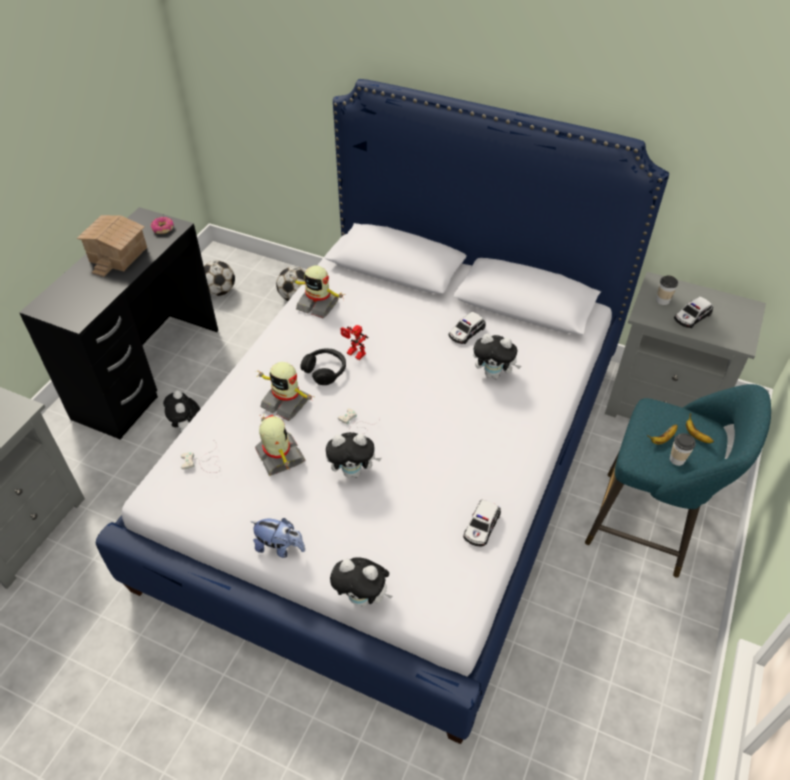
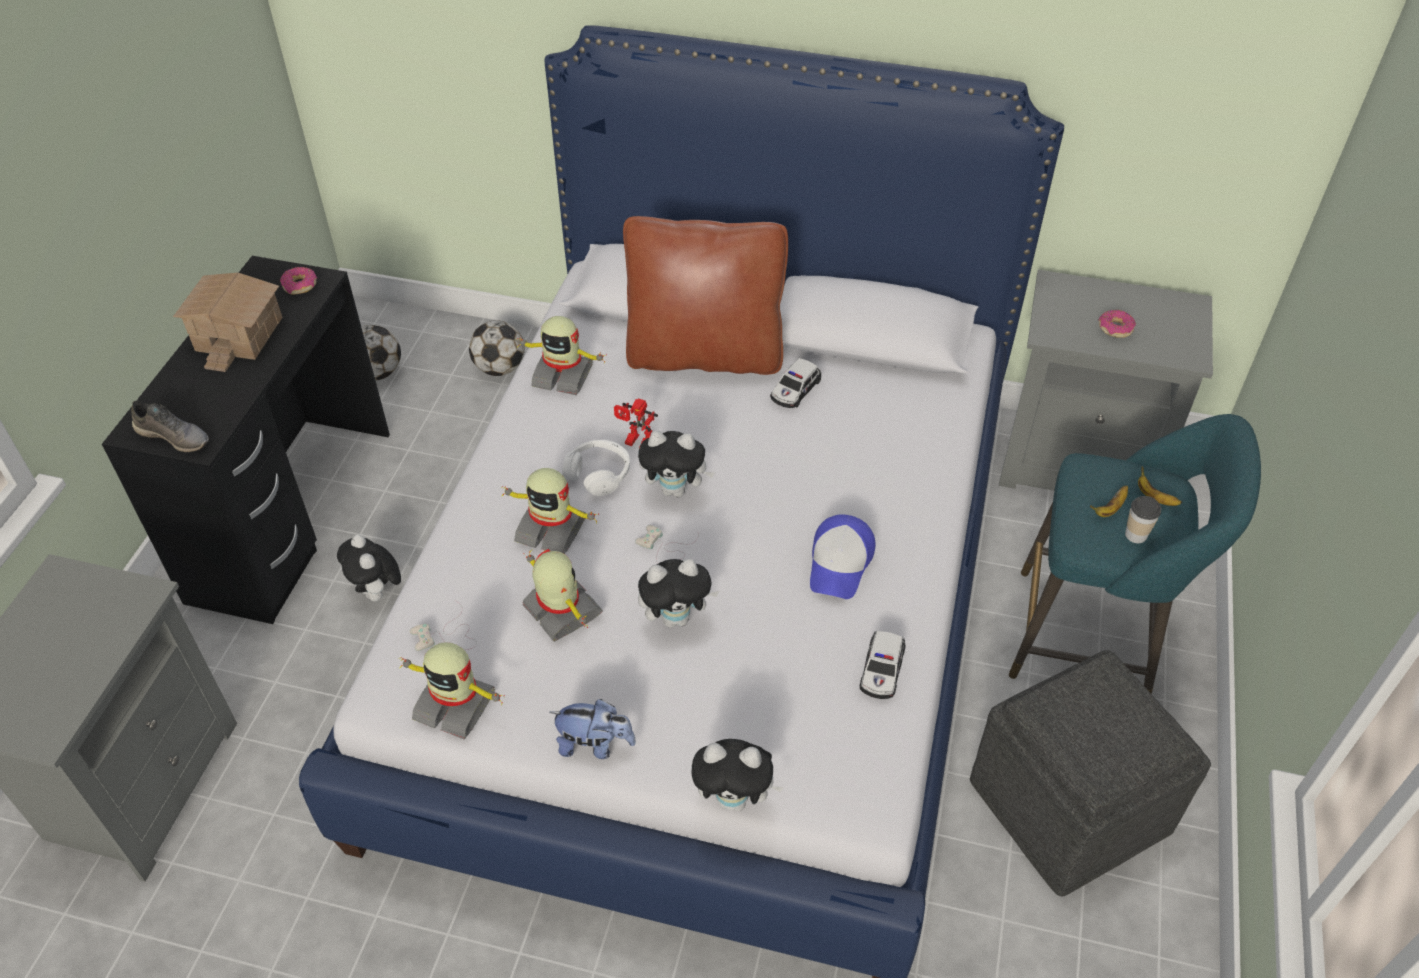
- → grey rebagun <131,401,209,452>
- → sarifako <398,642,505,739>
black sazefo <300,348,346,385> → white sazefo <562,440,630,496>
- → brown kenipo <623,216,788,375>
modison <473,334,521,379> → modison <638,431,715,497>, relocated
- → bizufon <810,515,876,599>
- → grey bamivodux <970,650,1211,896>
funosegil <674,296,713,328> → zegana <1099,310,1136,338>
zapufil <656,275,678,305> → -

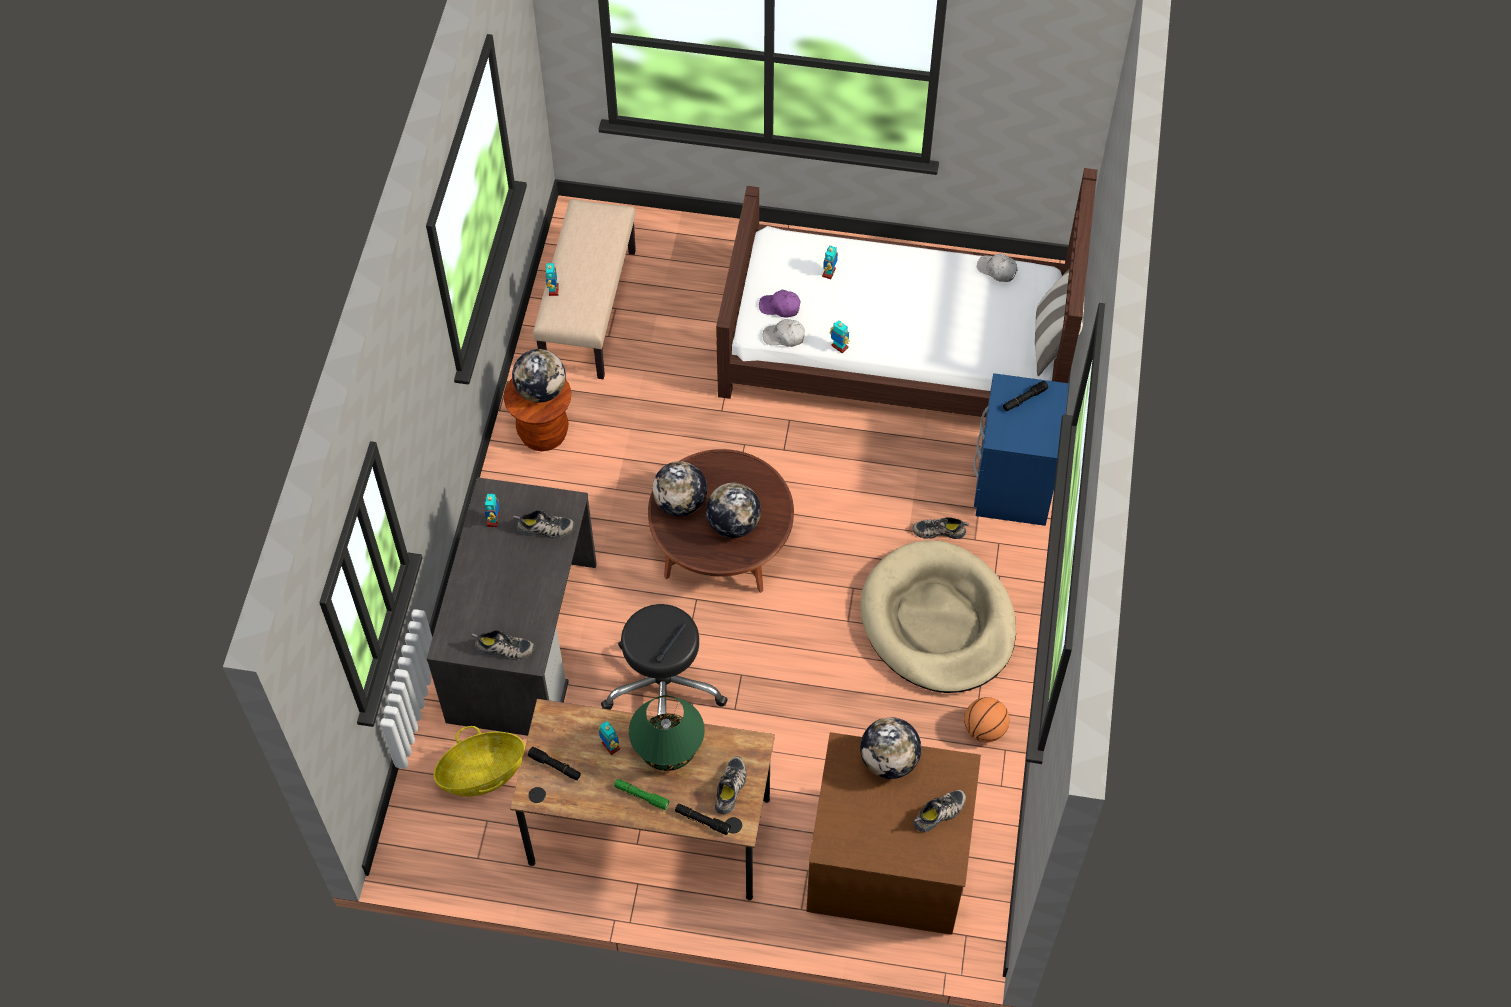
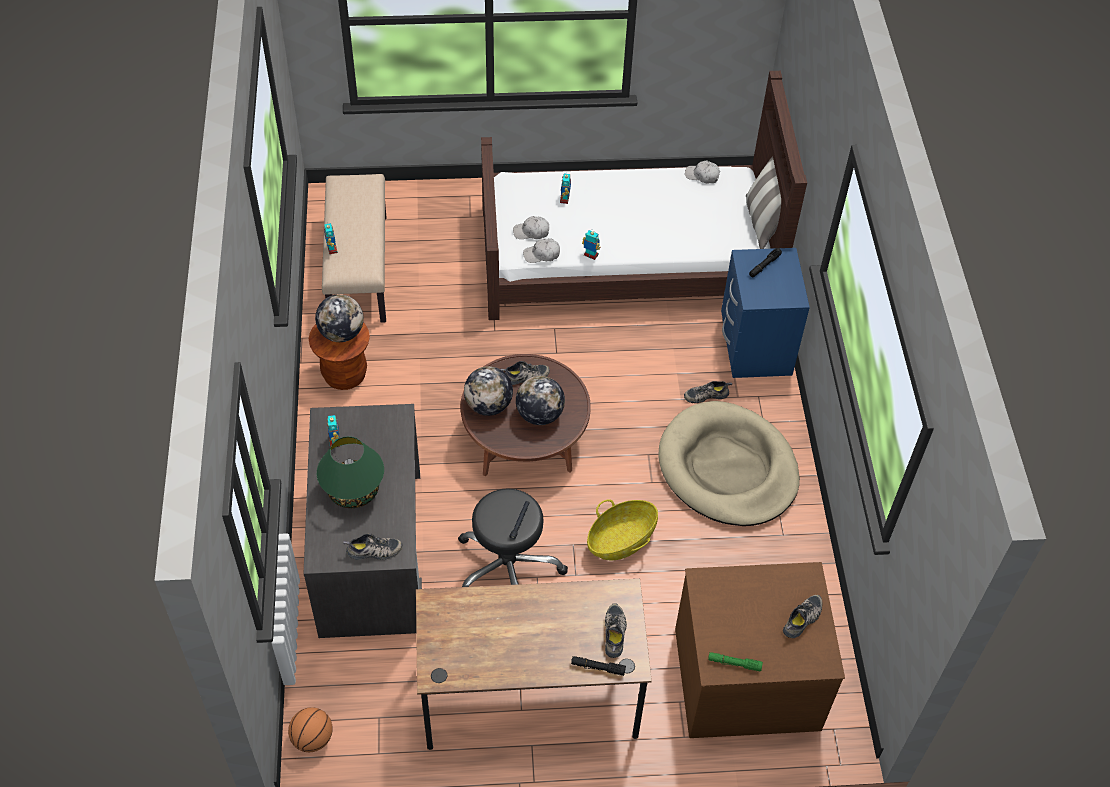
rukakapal <964,697,1009,742> → rukakapal <288,707,333,752>, relocated
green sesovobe <629,695,705,771> → green sesovobe <317,436,384,508>, relocated
rebagun <513,510,575,538> → rebagun <500,361,550,385>, relocated
purple bizufon <759,290,800,318> → white bizufon <513,216,549,239>
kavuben <434,726,525,797> → kavuben <587,499,658,560>, relocated
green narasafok <614,779,669,810> → green narasafok <708,652,763,671>, relocated
black narasafok <528,747,581,780> → -
sarifako <598,721,620,755> → -
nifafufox <860,717,921,779> → -

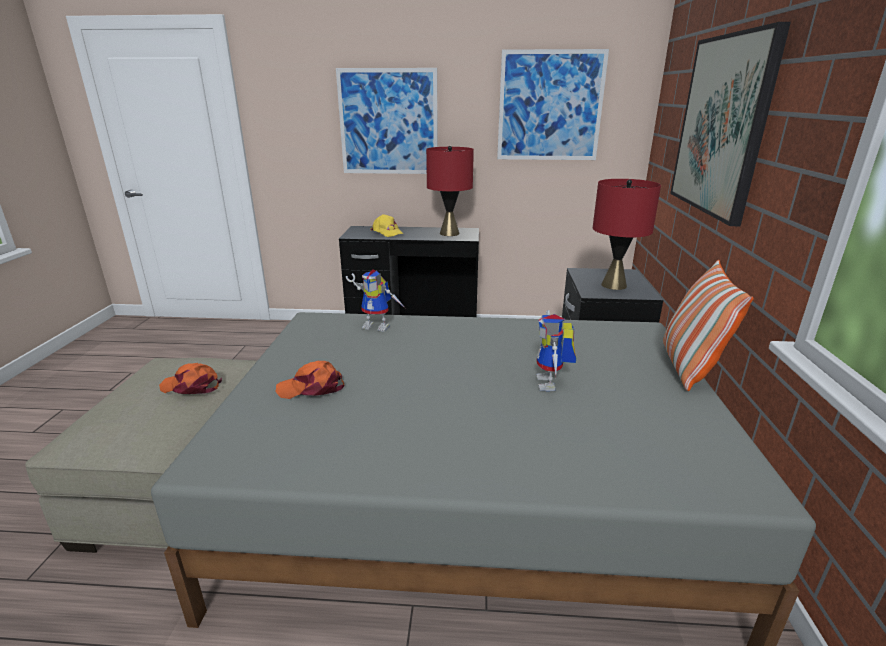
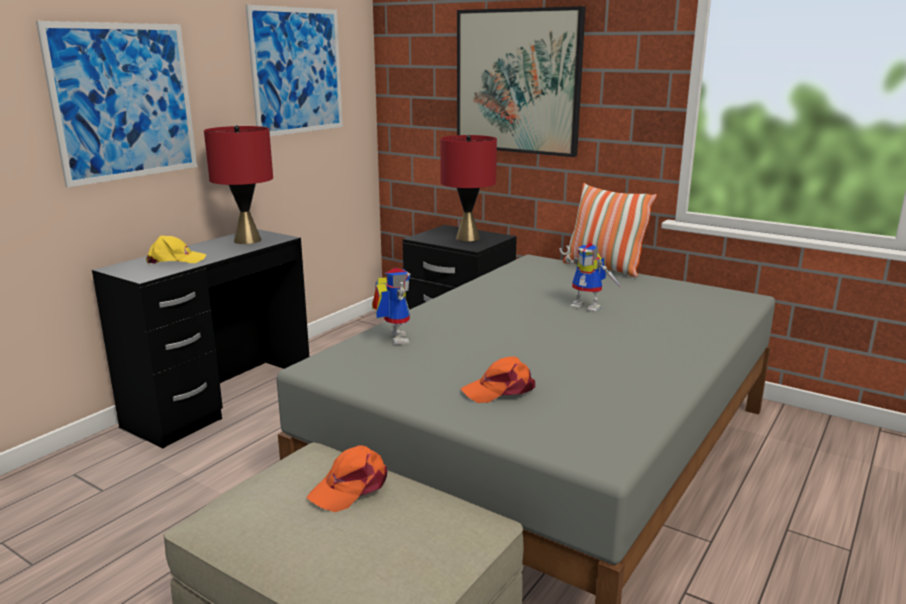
sarifako <346,269,406,332> → sarifako <372,268,411,345>, 60 degrees counterclockwise
orange bizufon <275,361,345,399> → orange bizufon <461,356,535,403>, 45 degrees clockwise

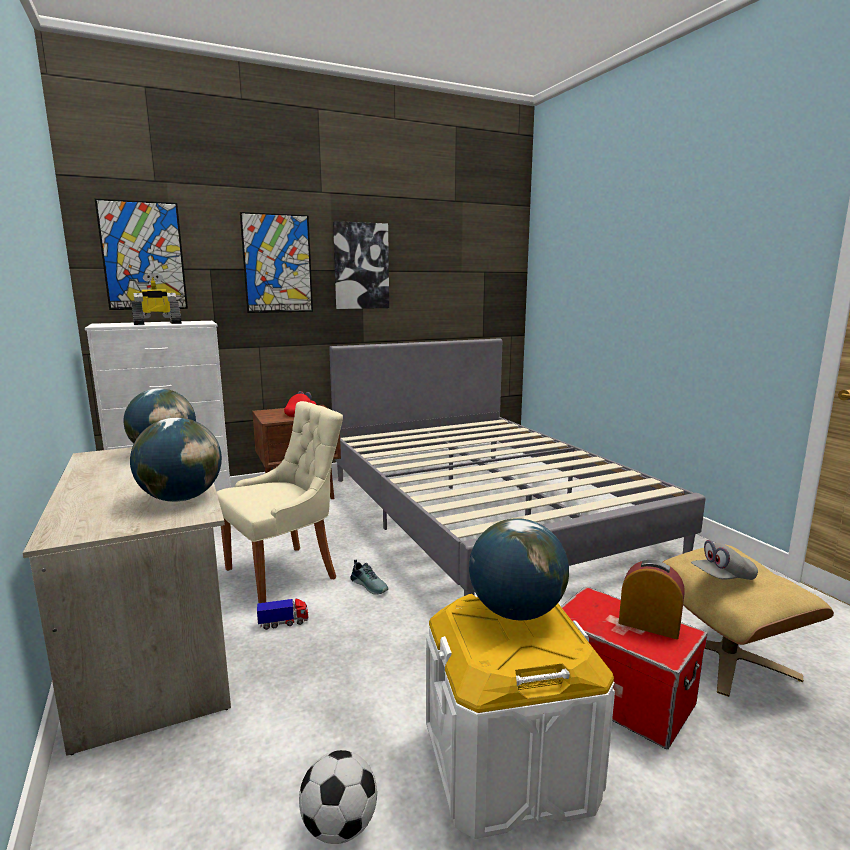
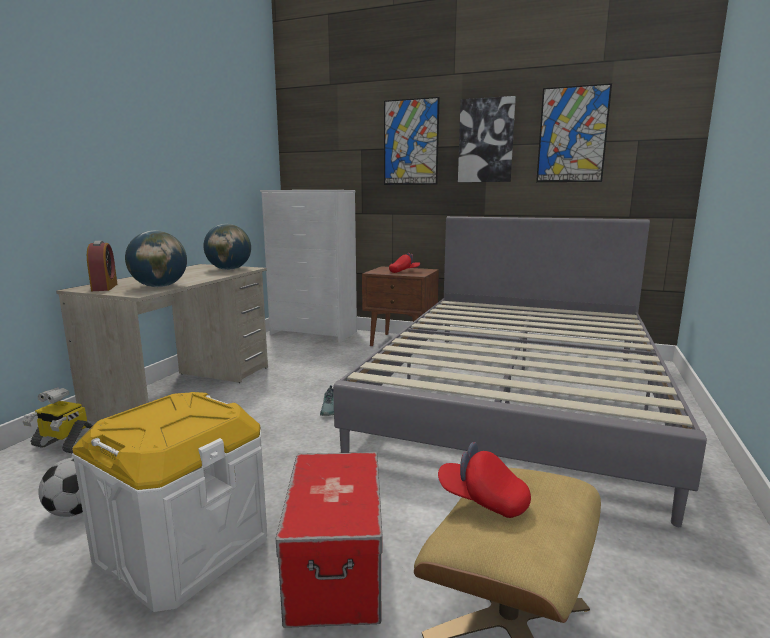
sarifako <131,273,182,325> → sarifako <22,387,93,454>, relocated
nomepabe <619,560,685,639> → nomepabe <87,241,117,291>, relocated
grey bizufon <691,540,758,580> → red bizufon <438,442,531,518>
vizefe <94,198,188,310> → vizefe <536,83,612,182>, relocated
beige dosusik <217,401,343,603> → -
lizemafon <257,598,308,630> → -
nifafufox <469,518,569,620> → -

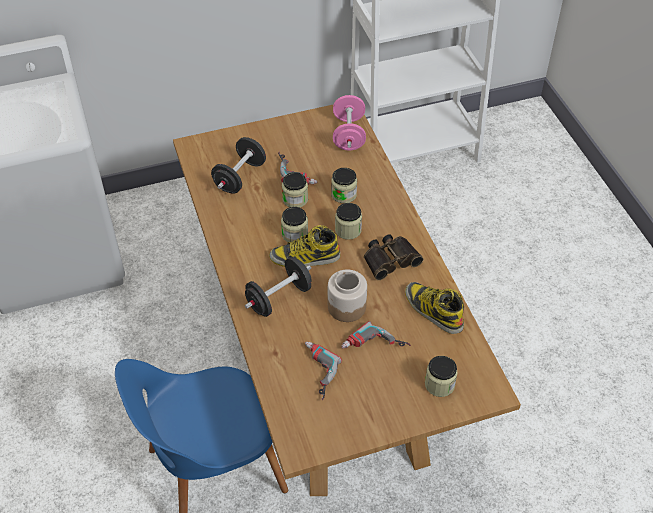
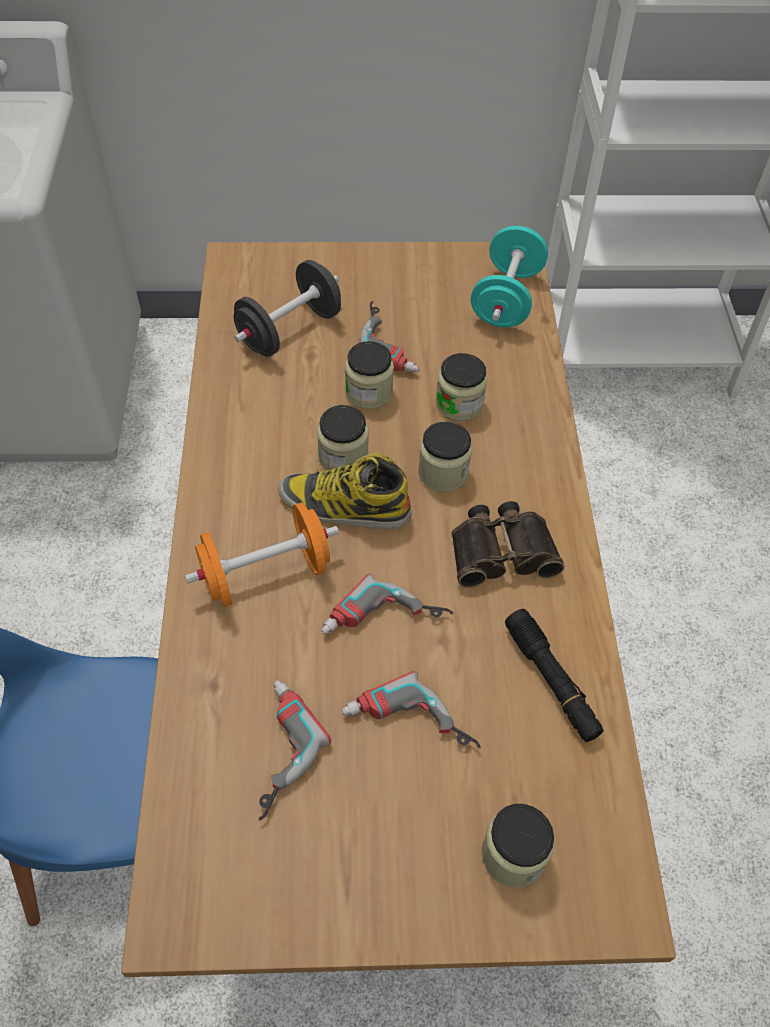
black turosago <245,257,312,317> → orange turosago <185,503,339,607>
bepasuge <328,269,367,322> → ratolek <321,574,454,635>
pink turosago <333,95,366,150> → turquoise turosago <471,226,548,327>
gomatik <405,282,464,334> → black narasafok <505,609,604,742>

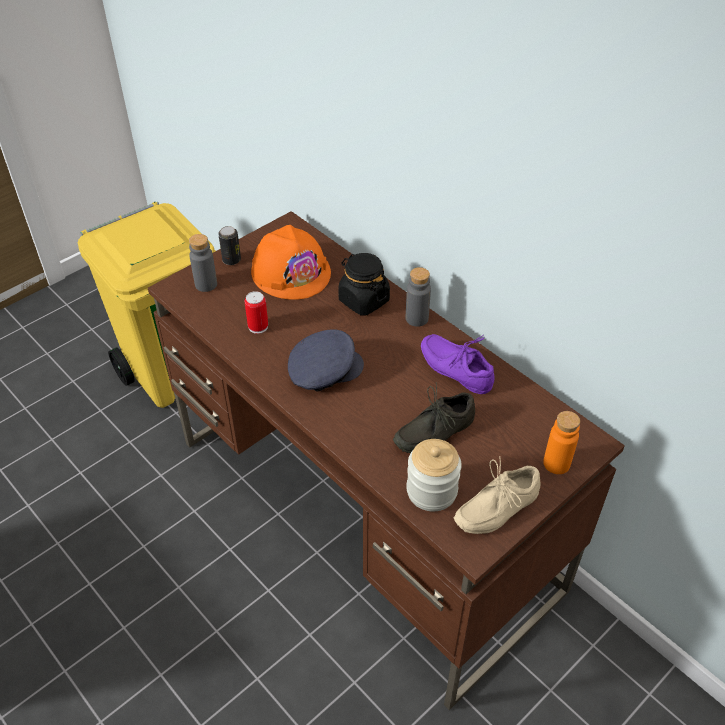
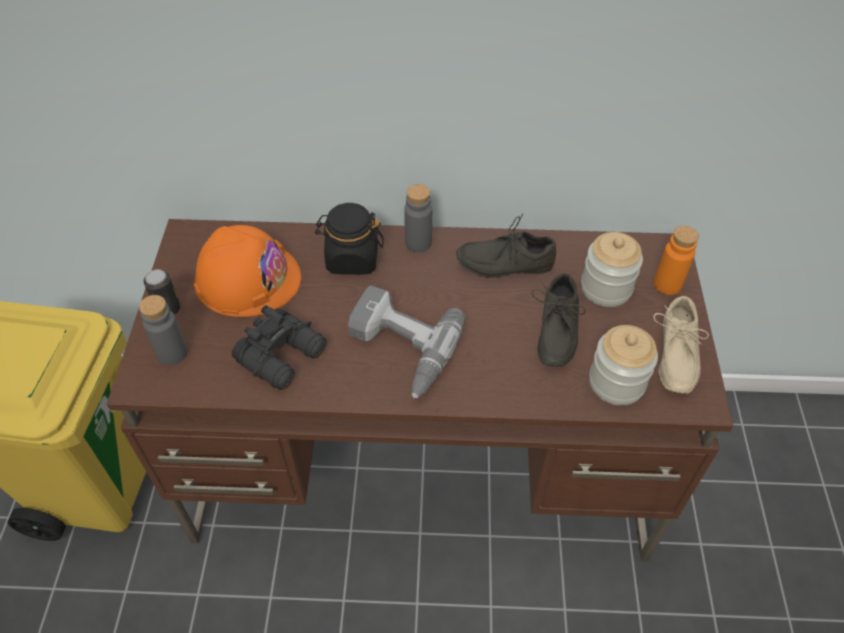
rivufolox <245,291,268,334> → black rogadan <232,305,327,390>
grey bizufon <288,329,364,392> → ratolek <348,286,466,399>
purple rebagun <421,334,495,394> → grey rebagun <456,213,556,278>
- → bepasuge <581,232,643,307>

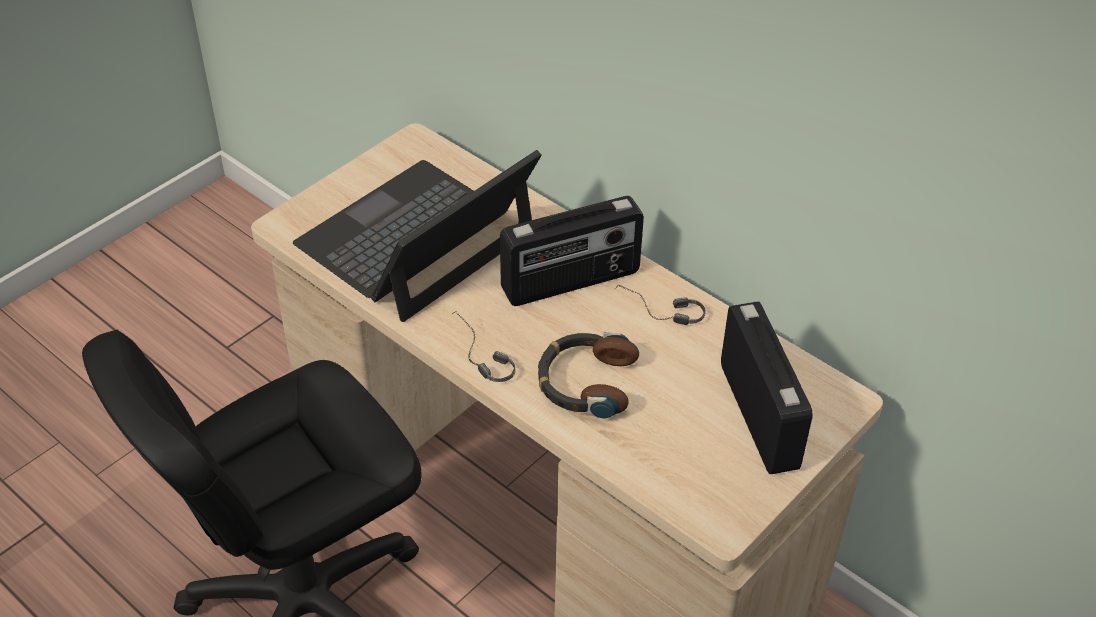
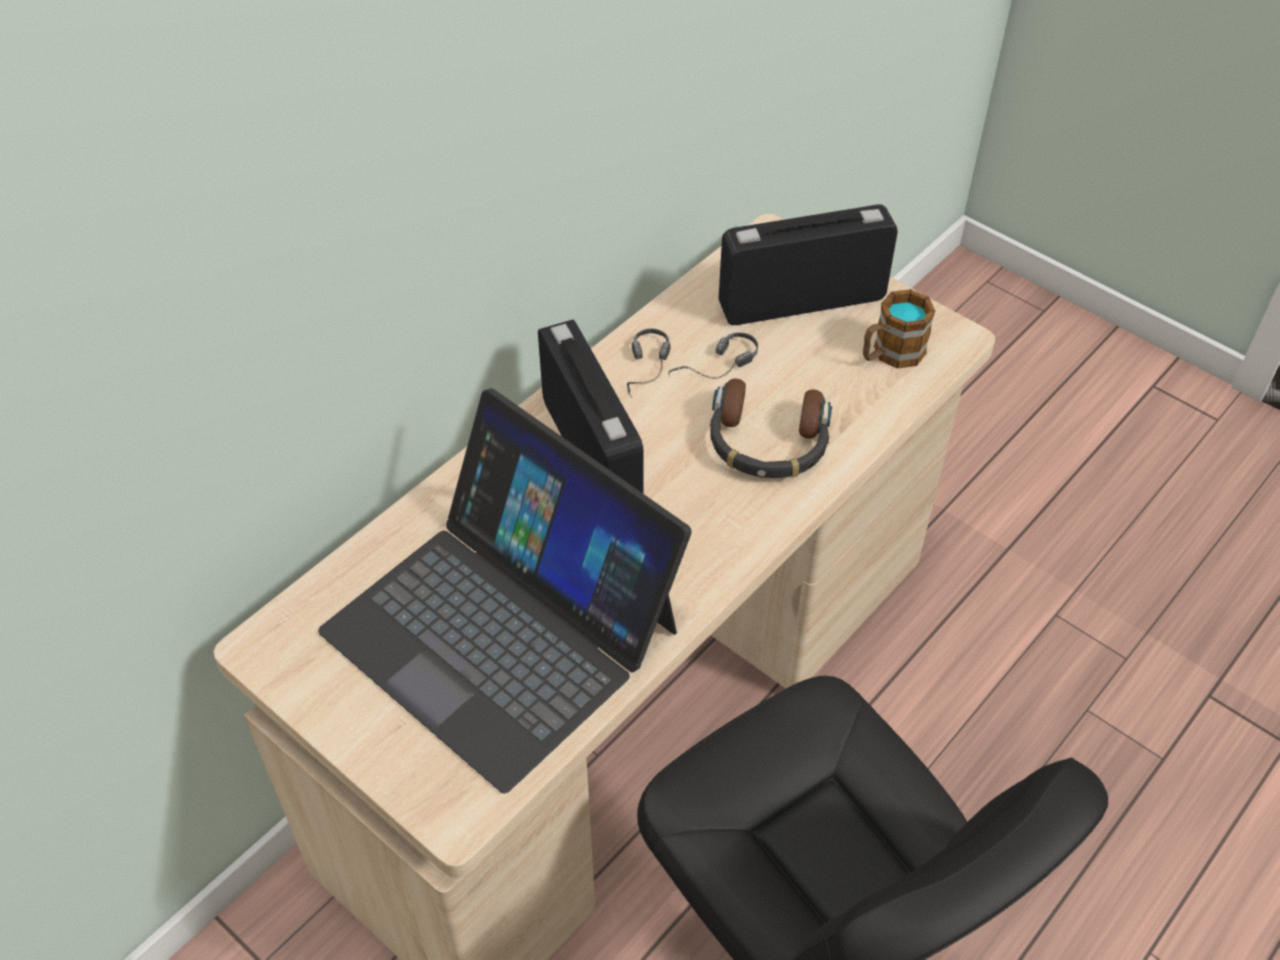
sazefo <452,311,515,382> → sazefo <668,332,758,379>, relocated
- → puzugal <863,289,935,369>

